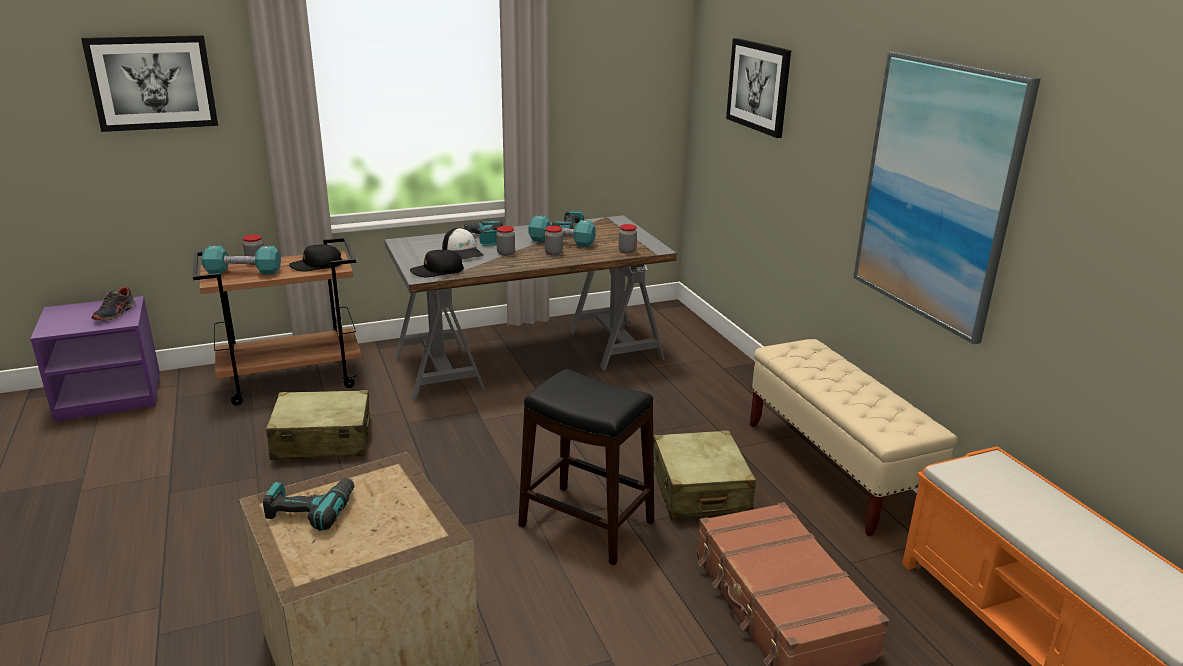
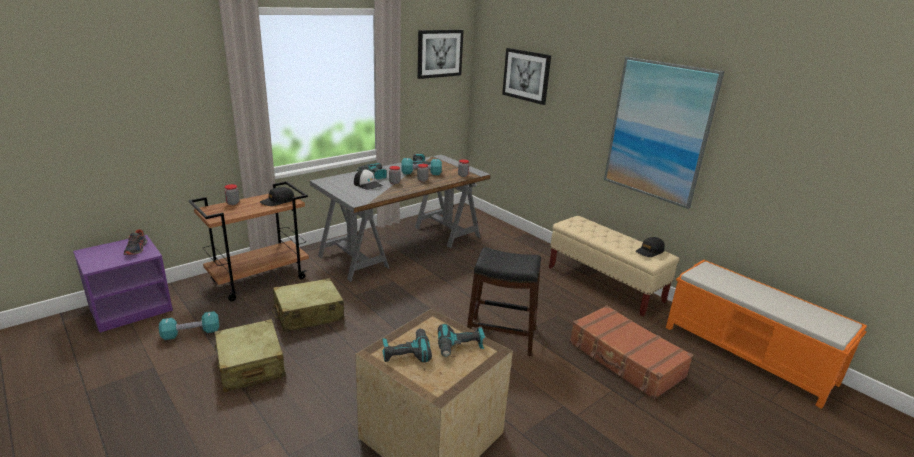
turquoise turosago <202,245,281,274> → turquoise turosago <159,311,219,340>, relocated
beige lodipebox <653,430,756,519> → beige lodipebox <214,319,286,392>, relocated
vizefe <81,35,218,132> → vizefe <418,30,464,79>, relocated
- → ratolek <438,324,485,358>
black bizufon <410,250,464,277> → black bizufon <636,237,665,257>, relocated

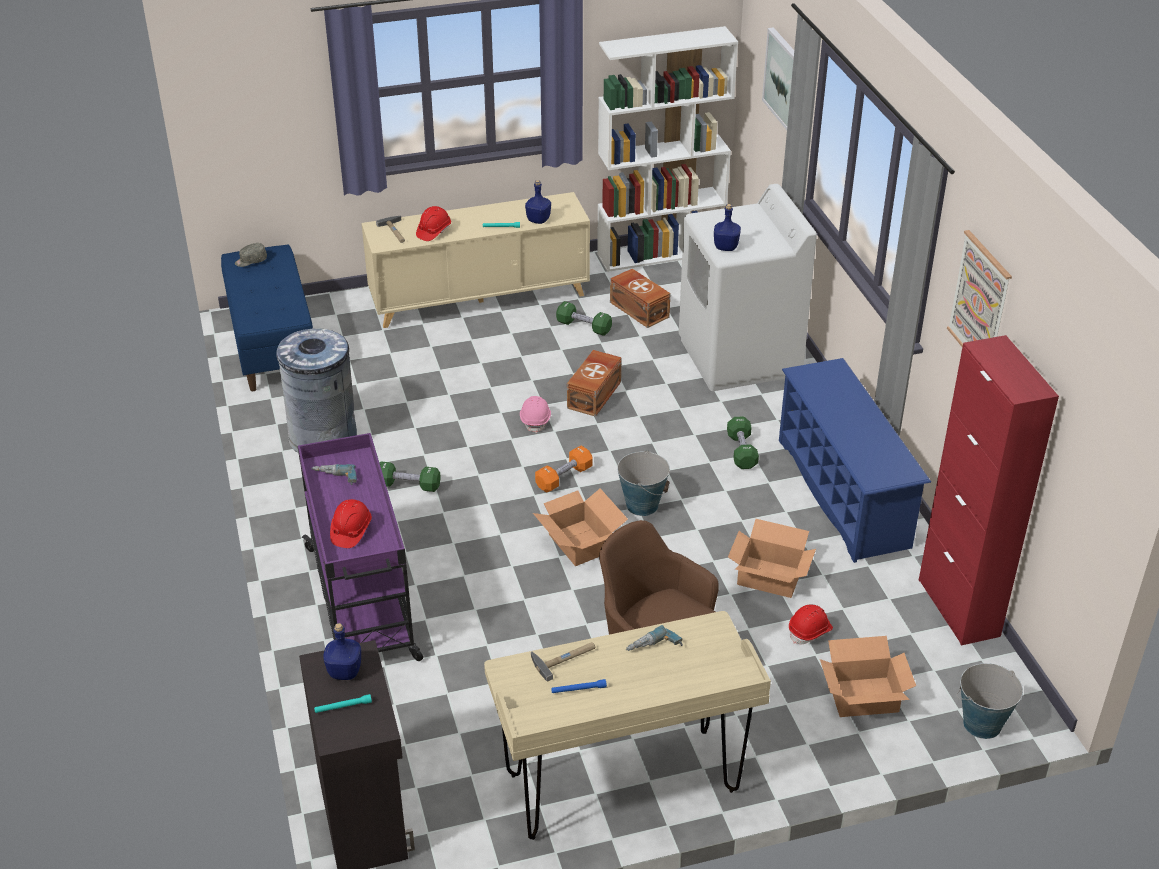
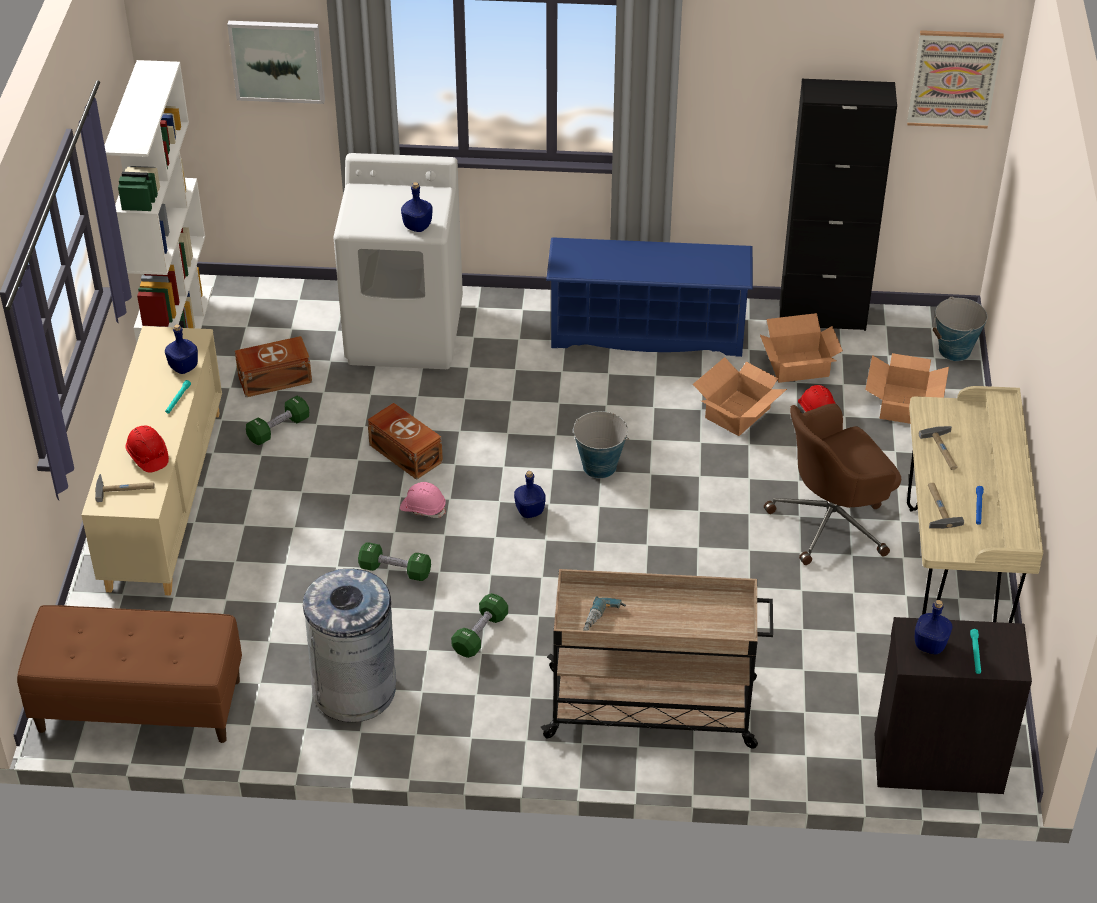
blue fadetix <221,245,313,391> → brown fadetix <17,605,242,743>
green turosago <727,416,759,469> → green turosago <358,542,431,581>, relocated
orange turosago <535,446,593,492> → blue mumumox <514,471,546,518>
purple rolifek <298,433,423,661> → beige rolifek <541,569,773,749>
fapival <533,489,628,566> → fapival <760,313,843,383>, relocated
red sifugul <919,335,1059,646> → black sifugul <780,79,897,331>
vizefe <947,230,1012,347> → vizefe <907,30,1004,128>, relocated
ratolek <626,625,683,651> → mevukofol <919,426,957,470>
grey bizufon <235,243,267,267> → -
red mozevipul <330,499,372,548> → -

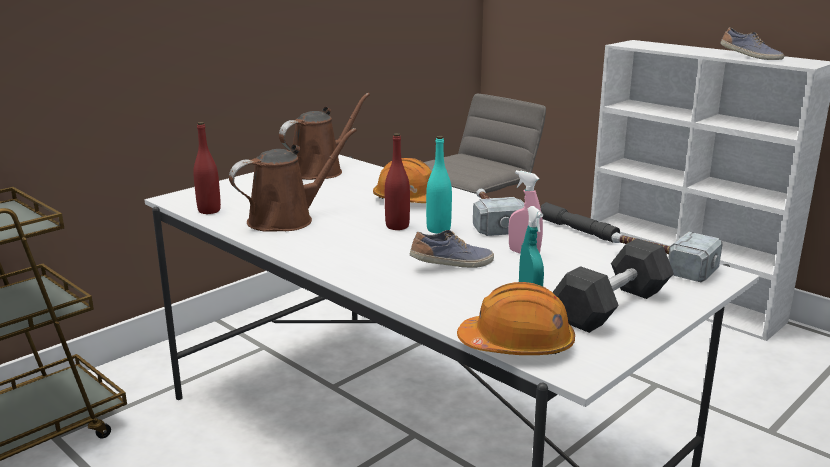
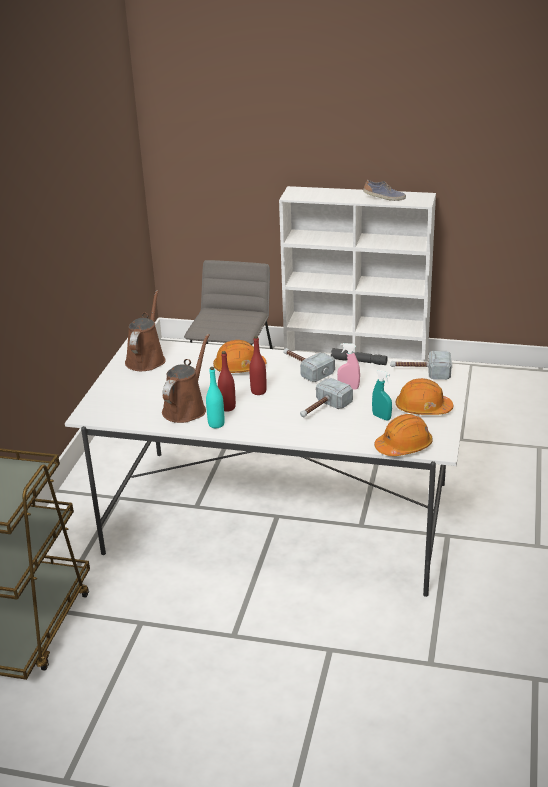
turquoise mumumox <426,136,452,234> → turquoise mumumox <206,367,224,428>, relocated
red mumumox <193,122,221,214> → red mumumox <218,351,236,412>, relocated
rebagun <410,230,494,268> → mevukofol <300,378,353,417>
grey turosago <553,239,674,333> → orange mozevipul <396,378,454,415>

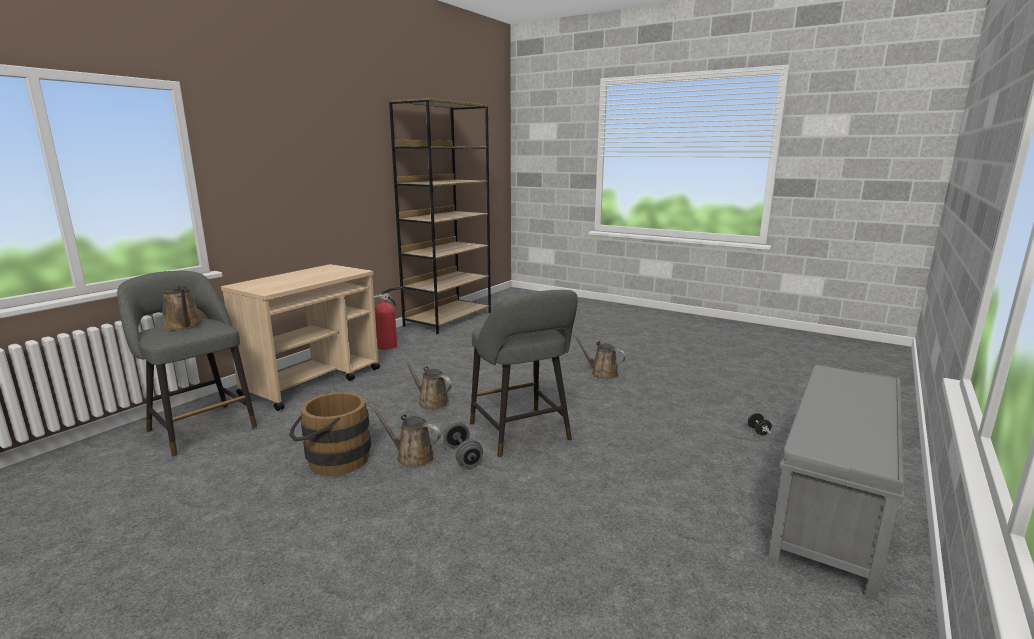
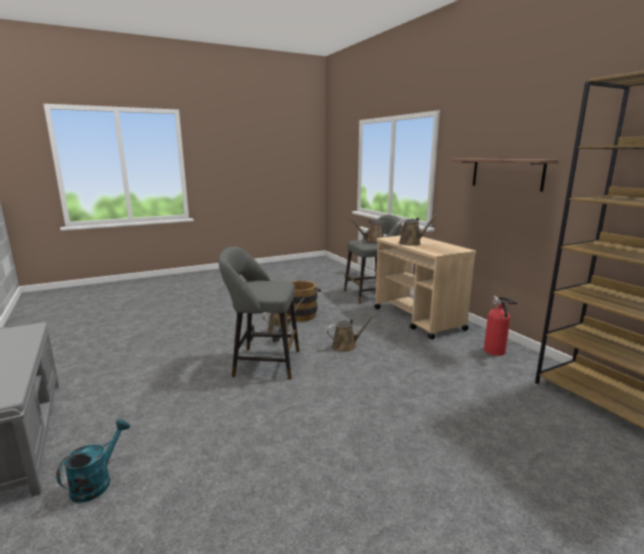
black turosago <748,413,772,435> → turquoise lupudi <56,419,130,503>
brown lupudi <573,333,626,379> → brown lupudi <396,214,438,246>, relocated
- → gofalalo <451,158,559,192>

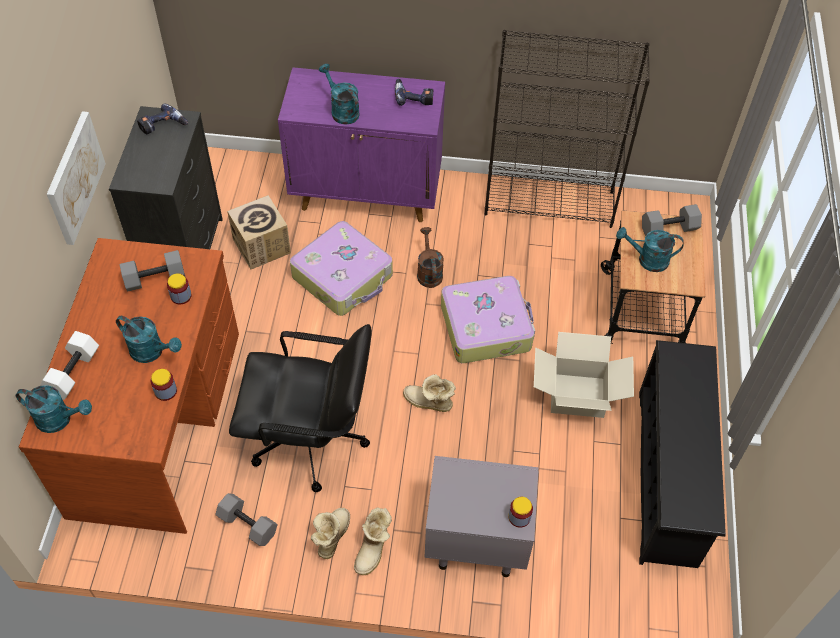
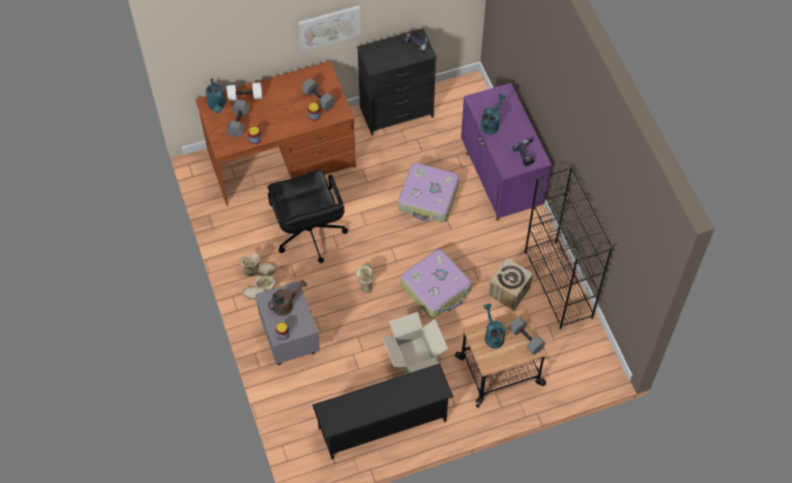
grey turosago <215,493,277,546> → grey turosago <227,100,250,137>, relocated
brown lupudi <417,227,444,288> → brown lupudi <268,280,307,316>, relocated
fapival <227,195,291,269> → fapival <488,258,533,311>, relocated
turquoise lupudi <116,316,182,363> → -

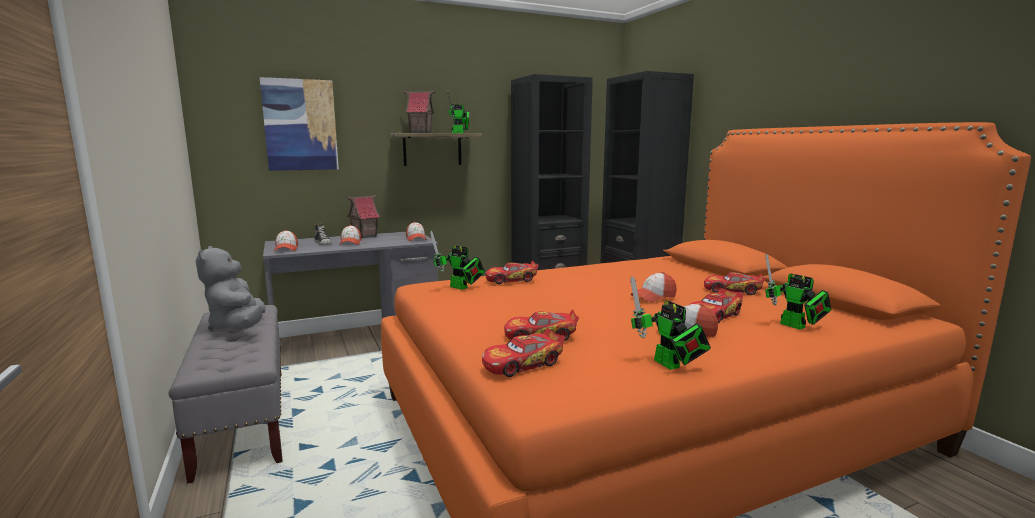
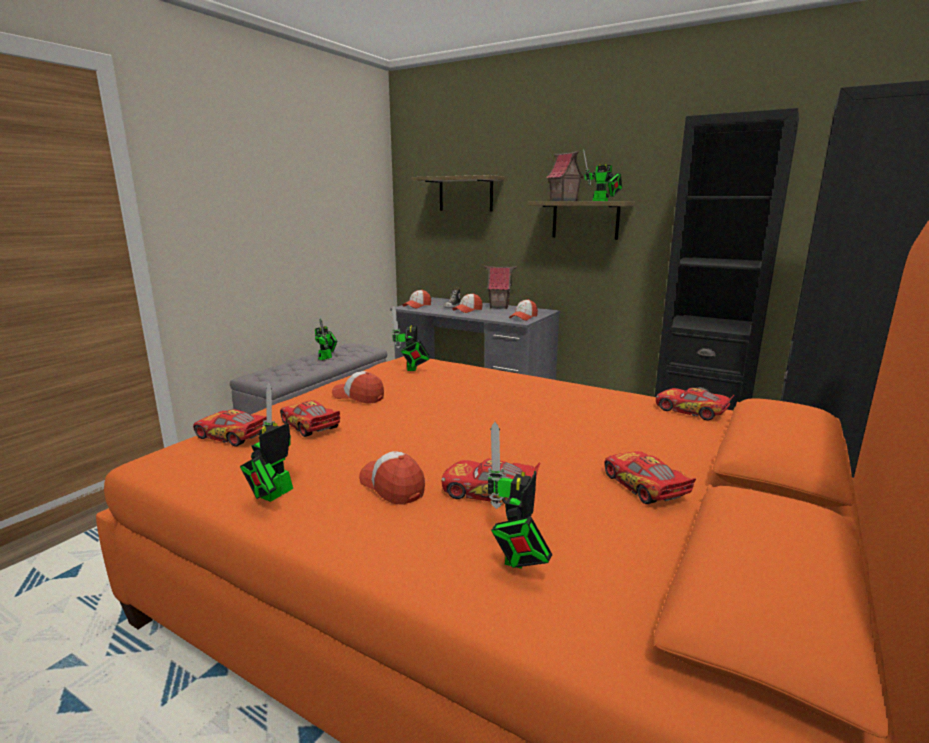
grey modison <196,246,266,331> → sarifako <315,319,338,360>
bizufon <631,272,677,302> → bizufon <332,371,384,403>, relocated
vizefe <260,77,339,171> → gofalalo <411,175,504,211>
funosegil <485,261,539,284> → funosegil <656,388,734,421>, relocated

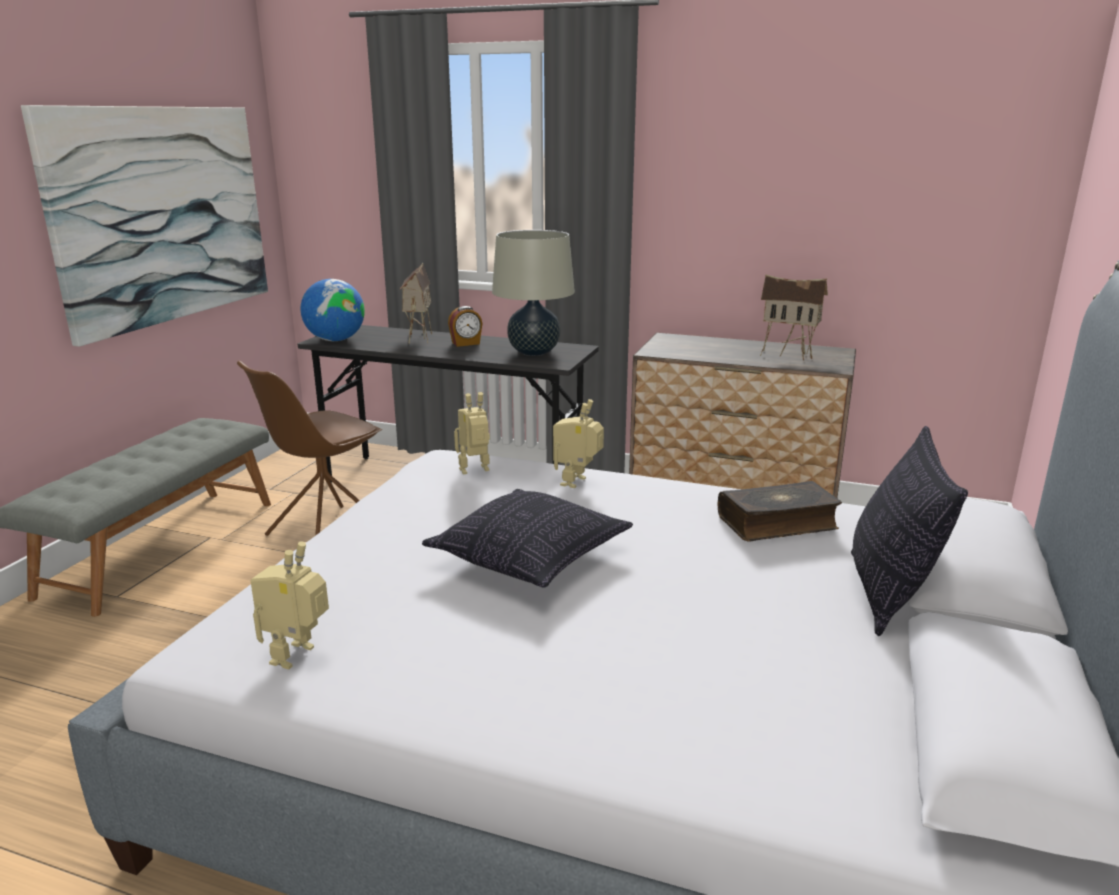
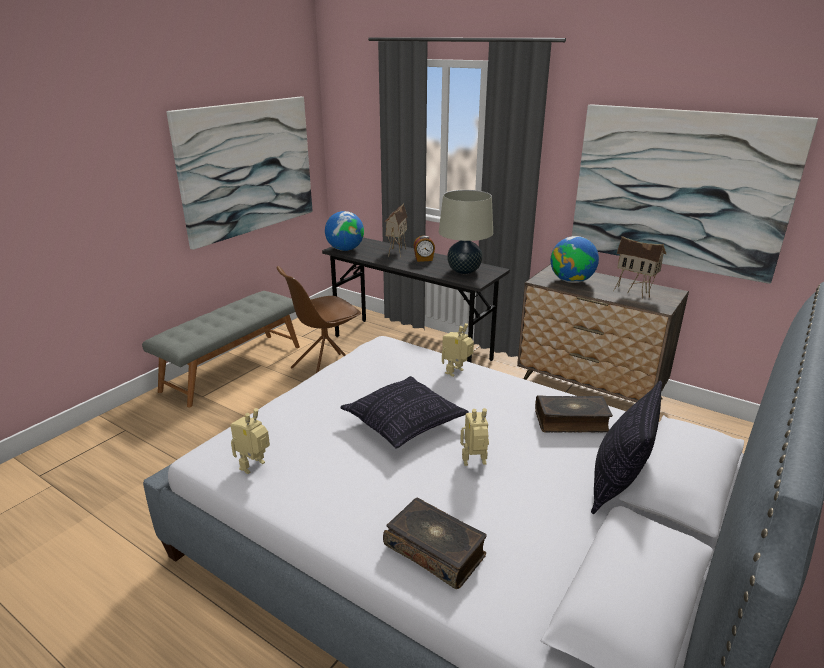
- → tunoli <383,498,487,589>
sarifako <454,392,490,474> → sarifako <460,408,489,466>, relocated
- → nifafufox <551,236,599,283>
- → vizefe <572,104,818,284>

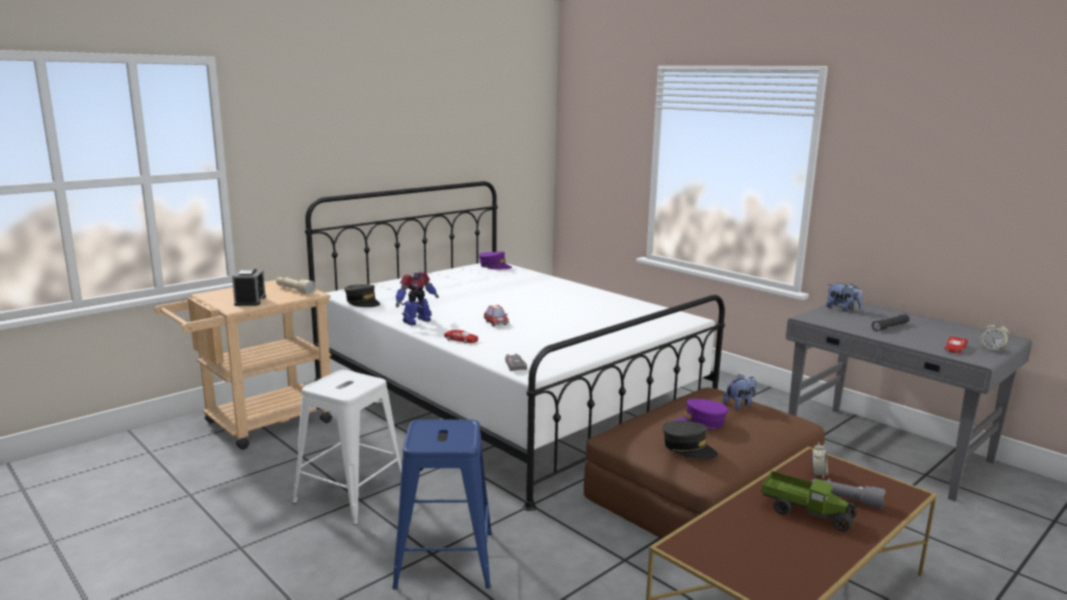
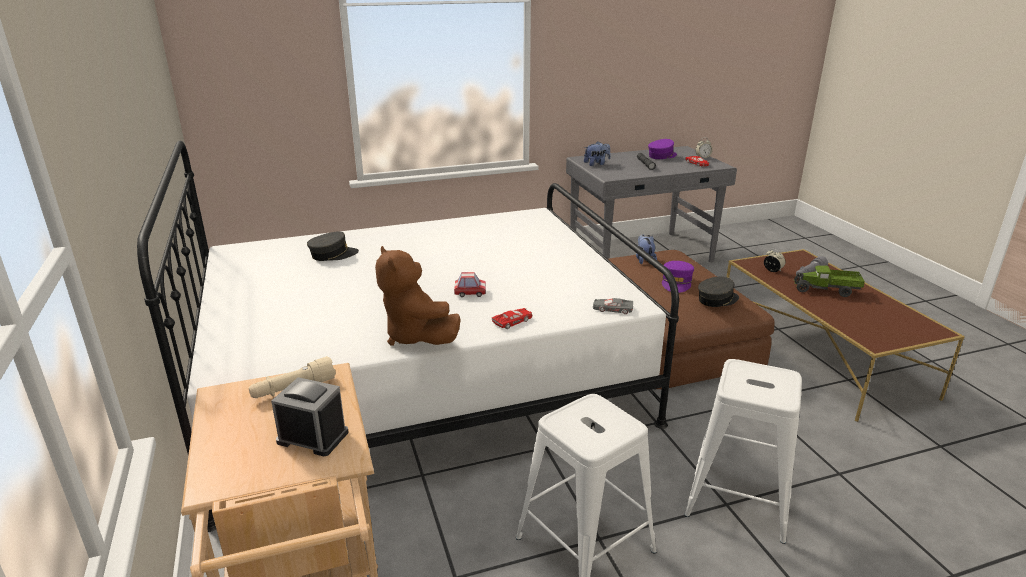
grey bizufon <345,284,380,307> → grey bizufon <307,231,359,261>, relocated
sarifako <396,272,439,325> → brown modison <375,246,461,346>
purple bizufon <479,252,512,269> → purple bizufon <648,139,677,159>, relocated
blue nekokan <392,419,492,590> → white nekokan <685,359,802,544>
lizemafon <761,471,858,532> → lizemafon <793,265,865,297>, 135 degrees counterclockwise

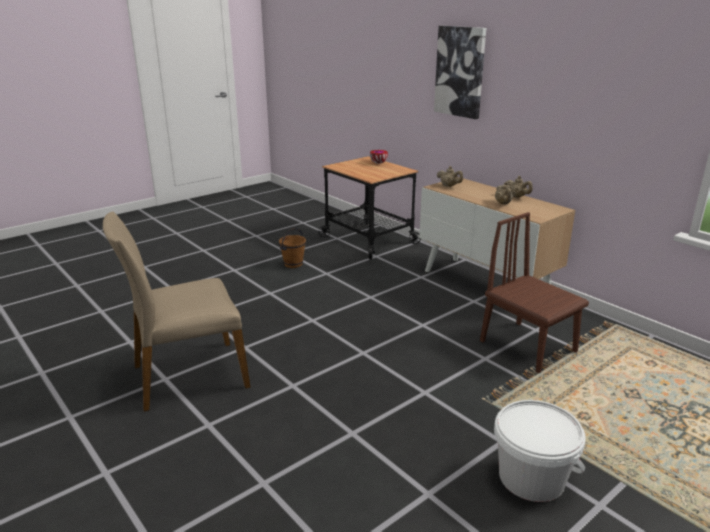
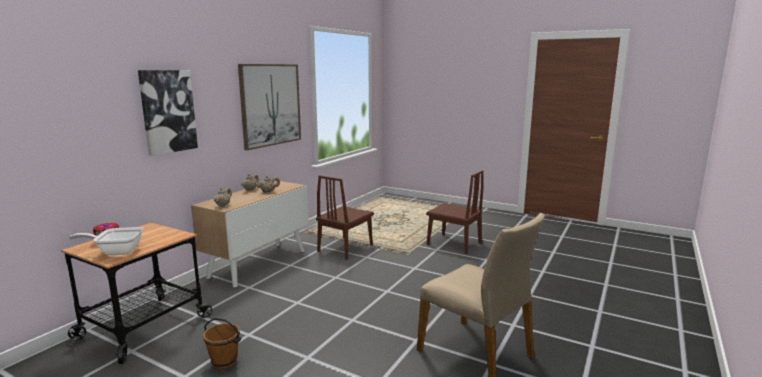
- → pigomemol <69,227,143,255>
- → vizefe <238,64,301,150>
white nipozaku <494,400,586,502> → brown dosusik <426,170,484,254>

